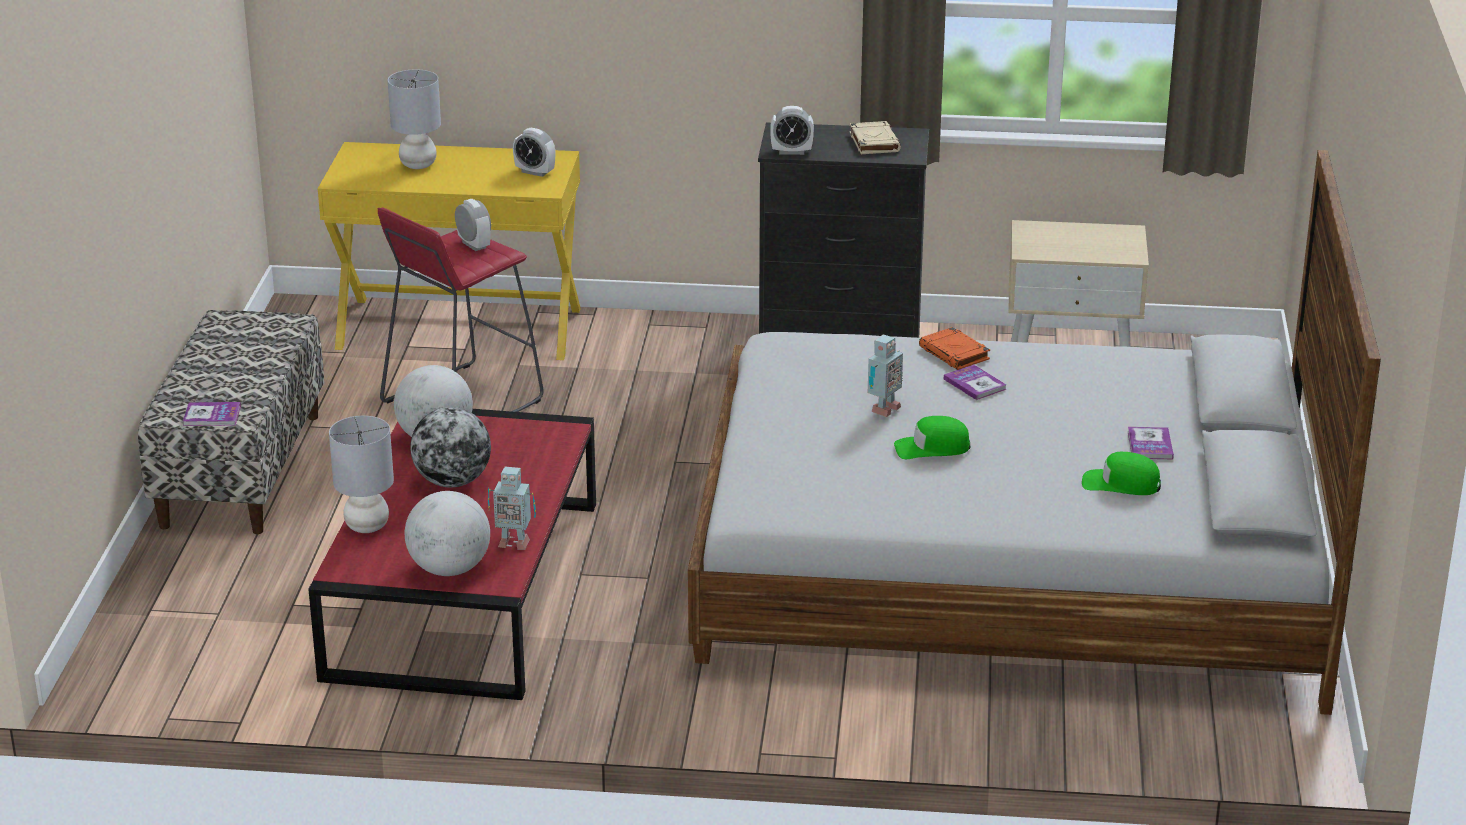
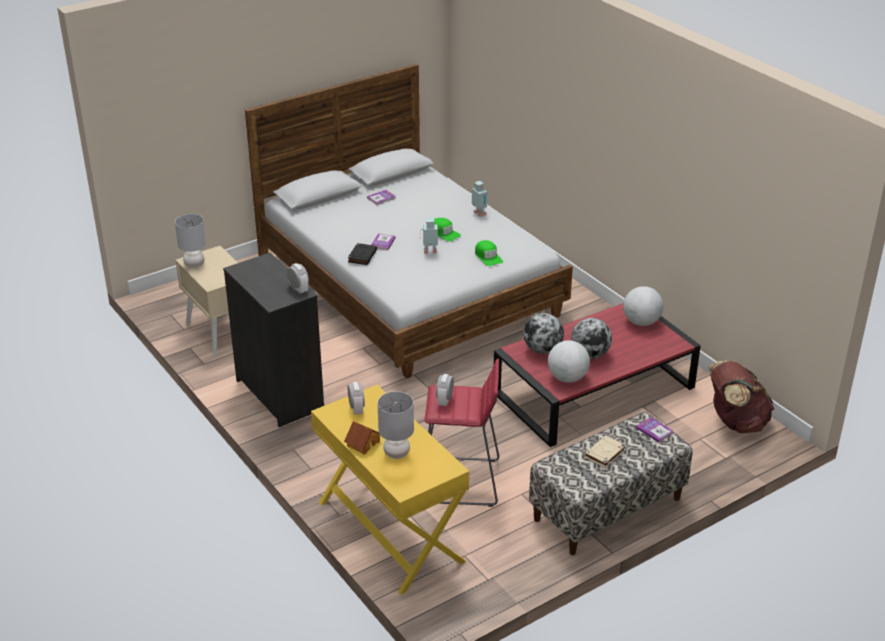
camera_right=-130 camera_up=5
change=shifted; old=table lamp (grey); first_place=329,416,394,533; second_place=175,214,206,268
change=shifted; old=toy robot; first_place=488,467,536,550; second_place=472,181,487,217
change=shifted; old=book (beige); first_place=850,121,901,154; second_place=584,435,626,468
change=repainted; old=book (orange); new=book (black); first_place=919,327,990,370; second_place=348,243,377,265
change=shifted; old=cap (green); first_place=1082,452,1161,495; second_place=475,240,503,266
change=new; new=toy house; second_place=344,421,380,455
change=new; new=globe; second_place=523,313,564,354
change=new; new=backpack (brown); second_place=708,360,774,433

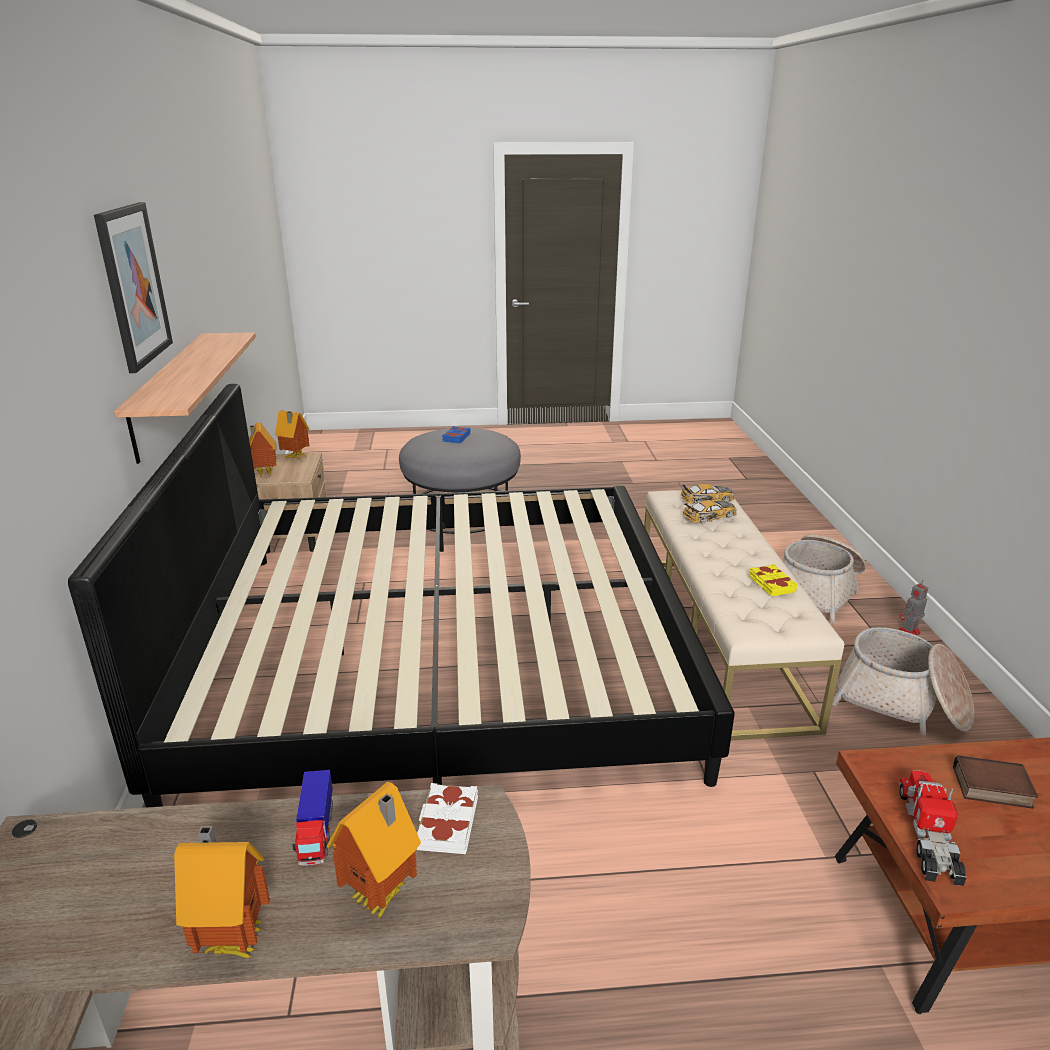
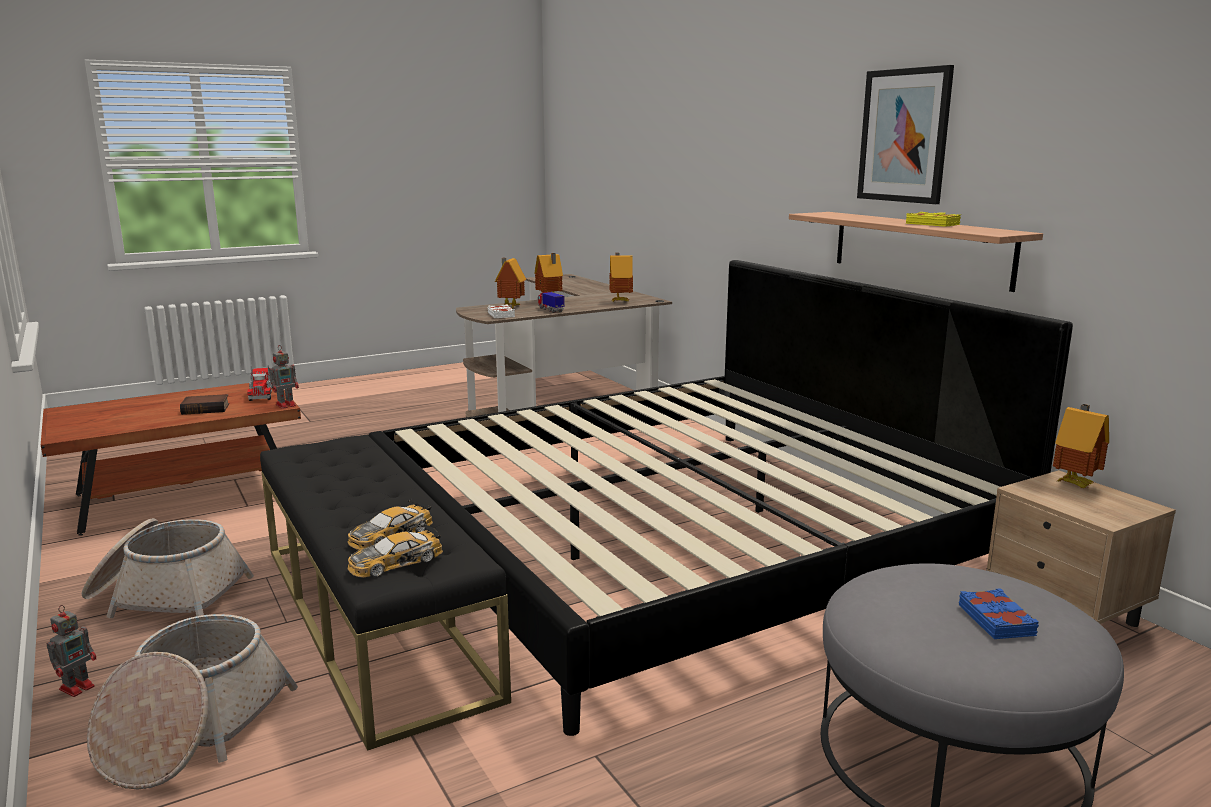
camera_right=155 camera_up=-10
change=shifted; old=toy house; first_place=275,410,310,460; second_place=609,253,633,302
change=repainted; old=bench (beige); new=bench (black); first_place=644,490,844,740; second_place=260,435,511,751
change=shifted; old=book (yellow); first_place=749,564,797,597; second_place=906,212,961,227
change=new; new=toy robot; second_place=269,346,299,409

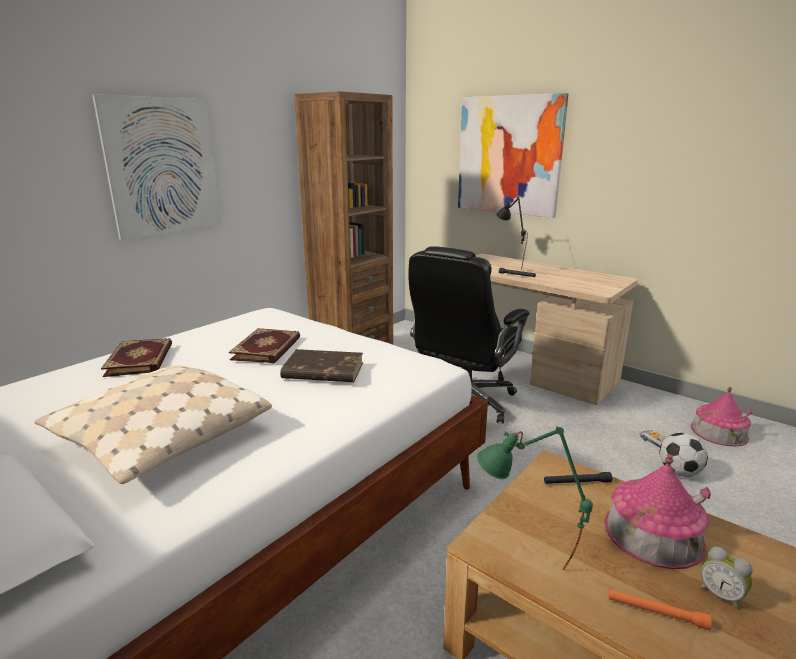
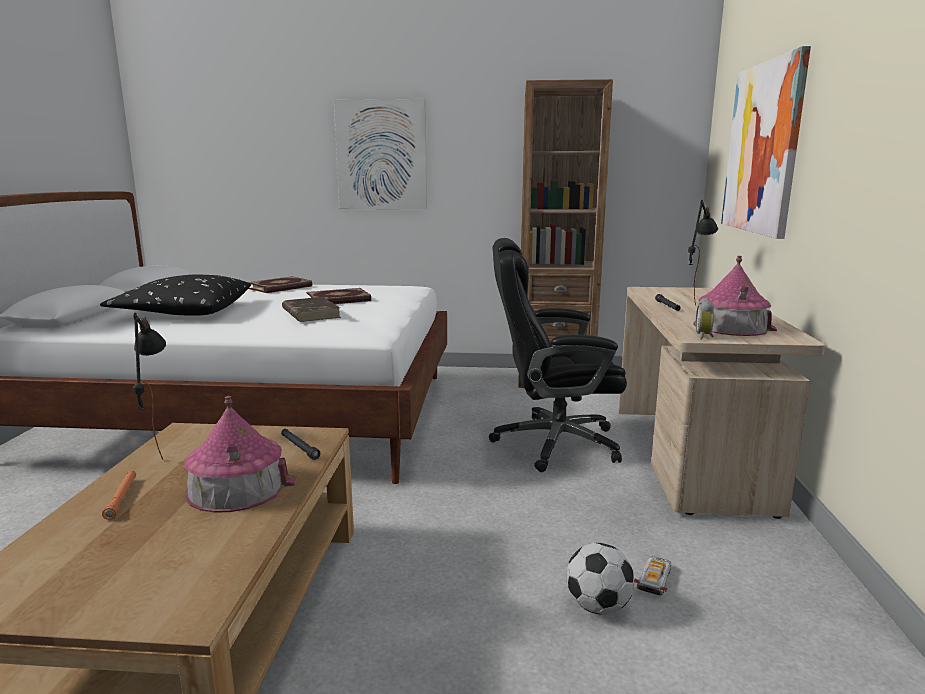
camera_right=55 camera_up=-5
change=repainted; old=pillow (beige); new=pillow (black); first_place=34,365,272,484; second_place=100,275,251,316
change=repainted; old=table lamp (green); new=table lamp (black); first_place=477,426,593,570; second_place=133,313,166,460
change=shifted; old=toy house; first_place=691,387,752,447; second_place=693,256,777,336
change=shifted; old=alarm clock; first_place=700,547,753,610; second_place=696,298,714,340

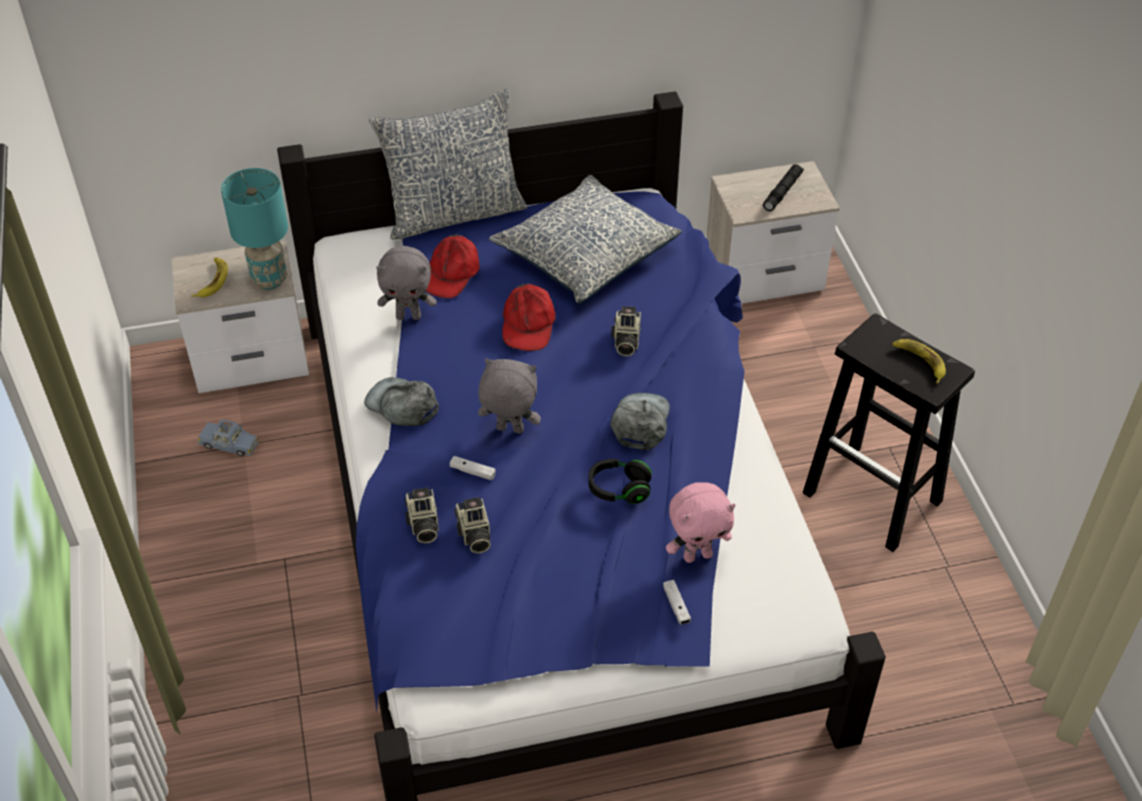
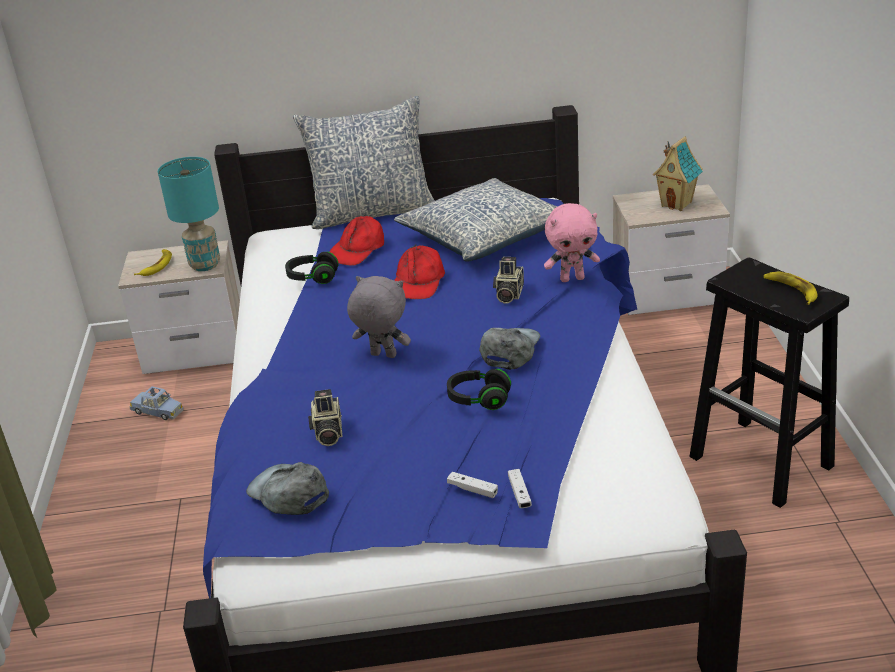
camera_right=10 camera_up=-15
change=shifted; old=cap (grey); first_place=364,377,439,426; second_place=246,462,329,515
change=swapped; old=plush toy (grey); new=headphones (black); first_place=376,246,437,320; second_place=285,252,339,284
change=gone; old=photo camera; first_place=405,488,439,543
change=shifted; old=game controller (white); first_place=450,456,495,480; second_place=447,472,498,498
change=shifted; old=plush toy (pink); first_place=666,482,736,563; second_place=544,203,600,282
change=swapped; old=flashlight (black); new=toy house; first_place=763,164,804,211; second_place=653,137,703,211

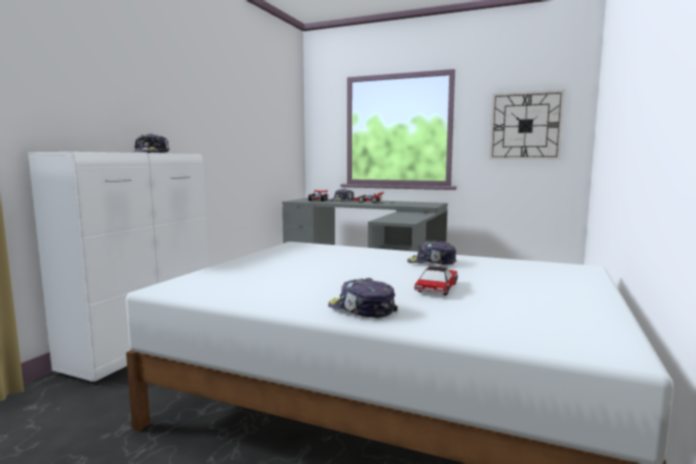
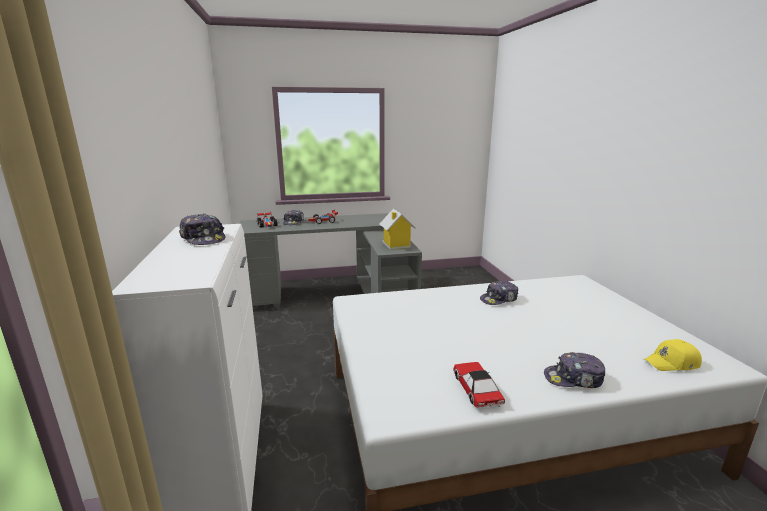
camera_right=-35 camera_up=10
change=shifted; old=toy car; first_place=414,267,458,295; second_place=453,362,505,408
change=gone; old=wall clock; first_place=489,90,565,160
change=new; new=toy house; second_place=380,209,415,250
change=new; new=cap (yellow); second_place=644,339,702,371

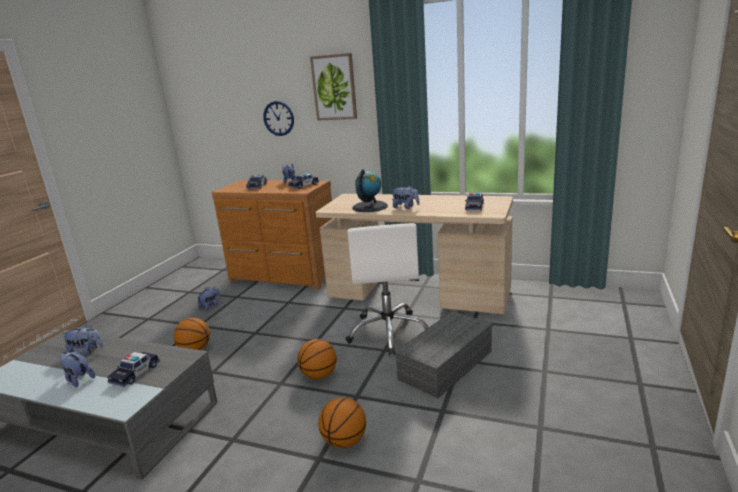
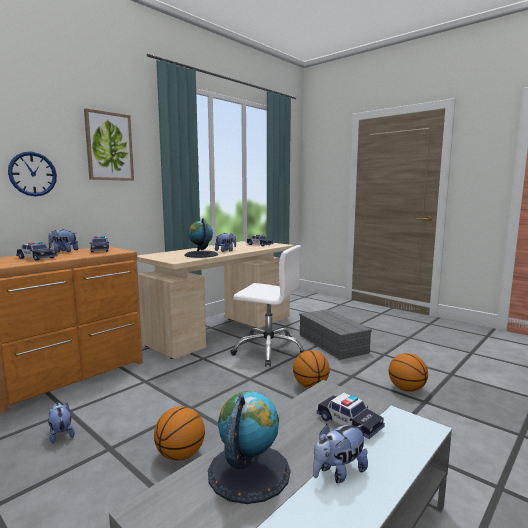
camera_right=-70 camera_up=-10
change=swapped; old=plush toy; new=globe; first_place=63,324,104,355; second_place=208,391,290,504

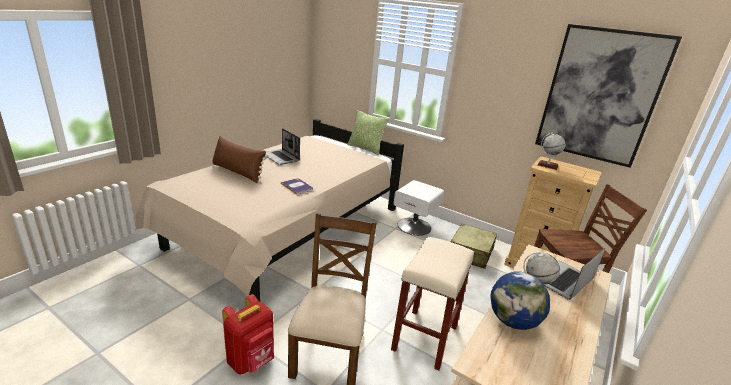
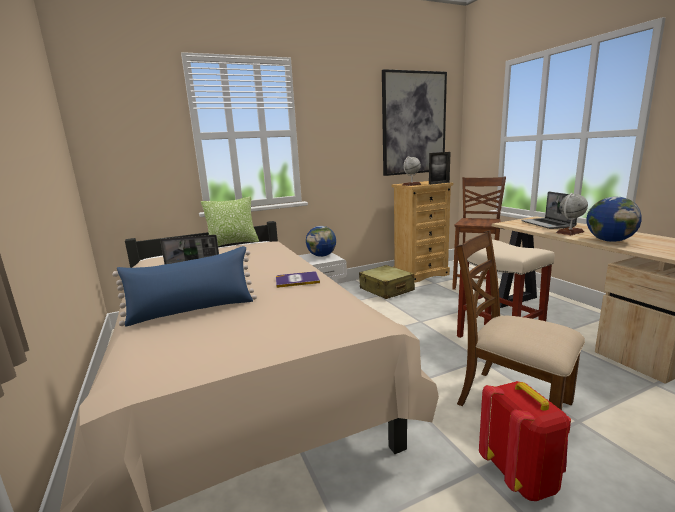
camera_right=-55 camera_up=-10
change=repainted; old=pillow (brown); new=pillow (blue); first_place=212,136,268,183; second_place=112,246,257,326
change=new; new=globe; second_place=306,226,336,257
change=new; new=picture frame; second_place=429,152,450,185

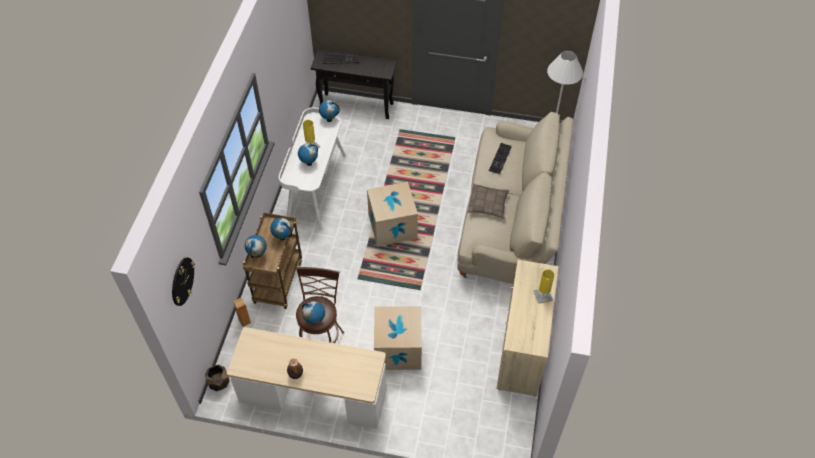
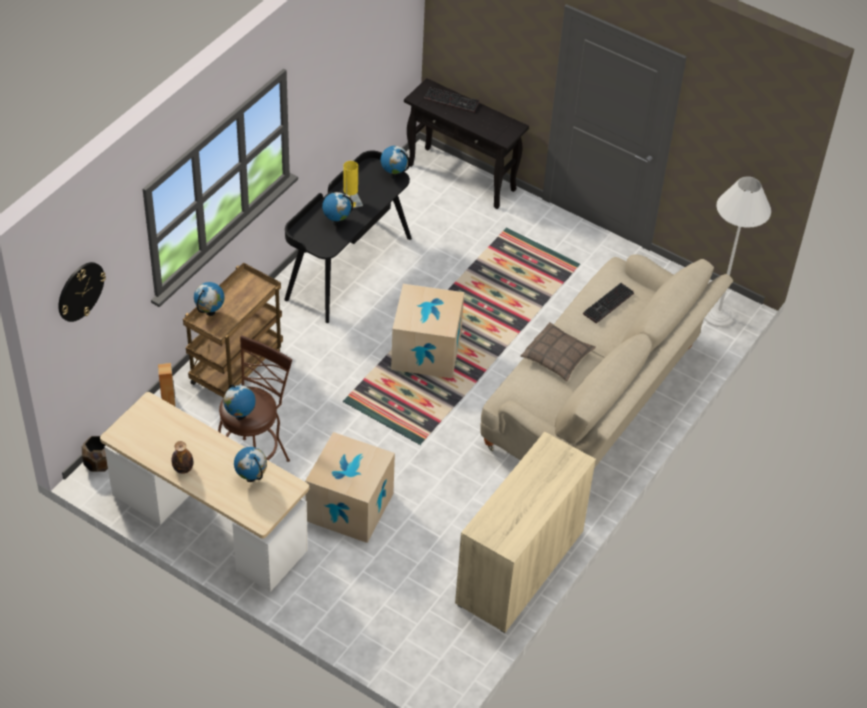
camera_right=20 camera_up=-5
change=shifted; old=globe; first_place=270,218,292,240; second_place=234,447,267,482
change=repainted; old=desk (white); new=desk (black); first_place=279,107,346,230; second_place=284,151,412,323
change=gone; old=table lamp (yellow); first_place=534,269,554,304

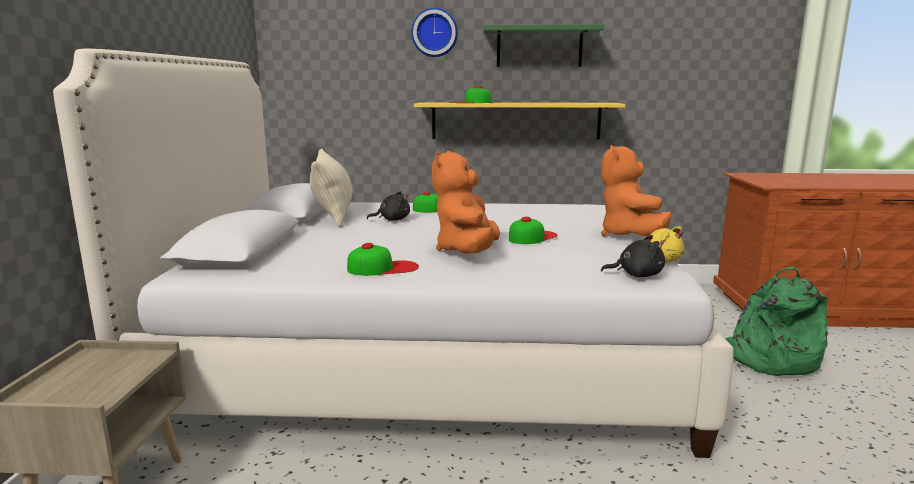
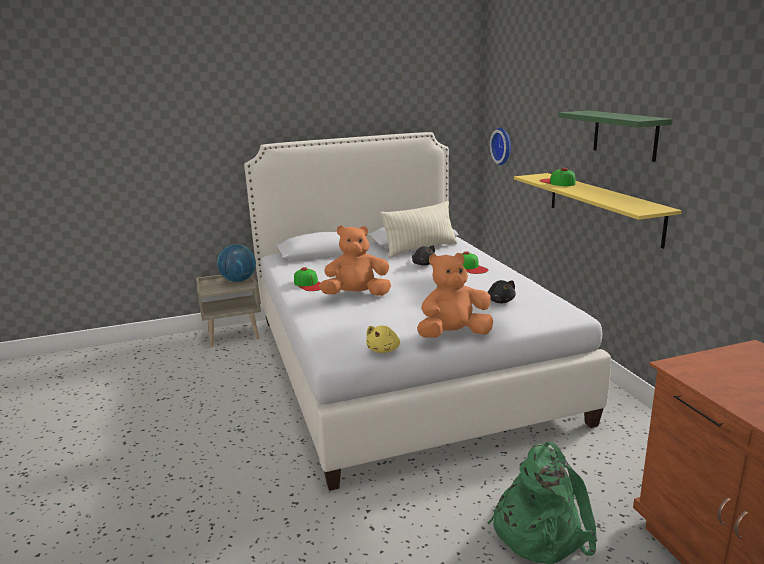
camera_right=70 camera_up=5
change=shifted; old=wall clock; first_place=411,8,458,57; second_place=490,128,511,165
change=gone; old=cap; first_place=509,217,558,244
change=shifted; old=plush toy (black); first_place=601,235,665,277; second_place=487,280,516,303
change=new; new=globe; second_place=217,244,256,282

